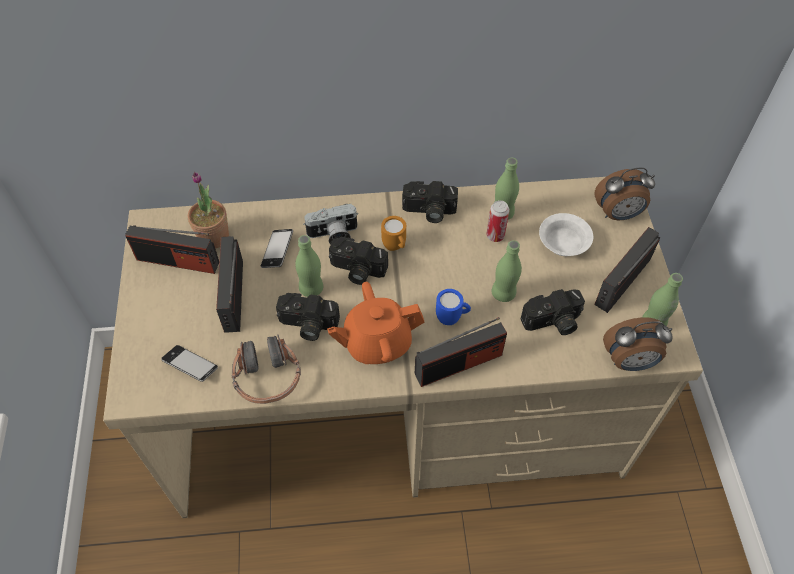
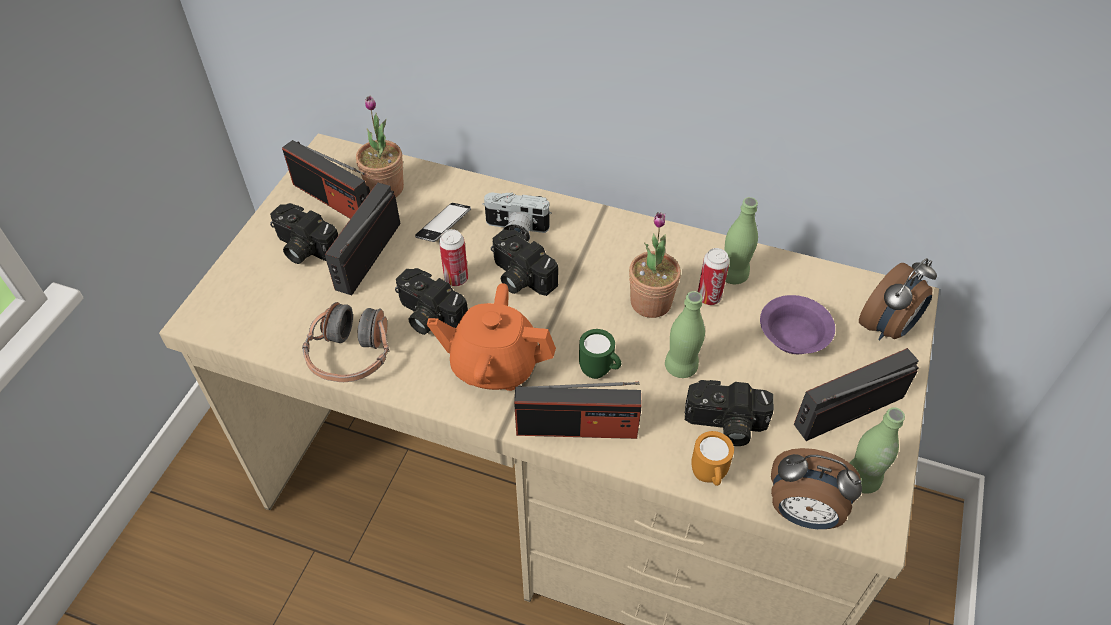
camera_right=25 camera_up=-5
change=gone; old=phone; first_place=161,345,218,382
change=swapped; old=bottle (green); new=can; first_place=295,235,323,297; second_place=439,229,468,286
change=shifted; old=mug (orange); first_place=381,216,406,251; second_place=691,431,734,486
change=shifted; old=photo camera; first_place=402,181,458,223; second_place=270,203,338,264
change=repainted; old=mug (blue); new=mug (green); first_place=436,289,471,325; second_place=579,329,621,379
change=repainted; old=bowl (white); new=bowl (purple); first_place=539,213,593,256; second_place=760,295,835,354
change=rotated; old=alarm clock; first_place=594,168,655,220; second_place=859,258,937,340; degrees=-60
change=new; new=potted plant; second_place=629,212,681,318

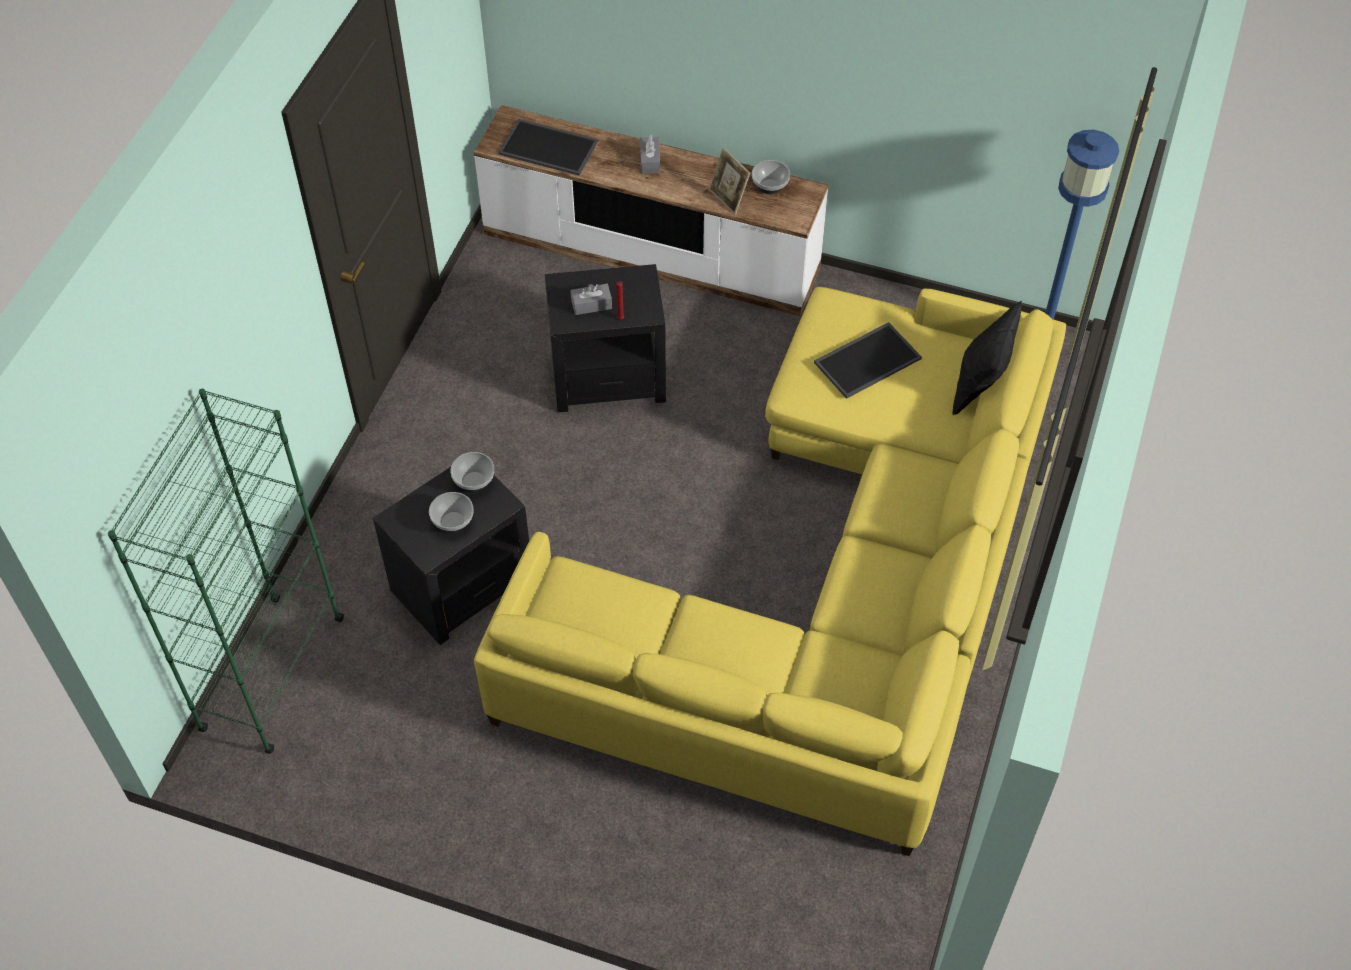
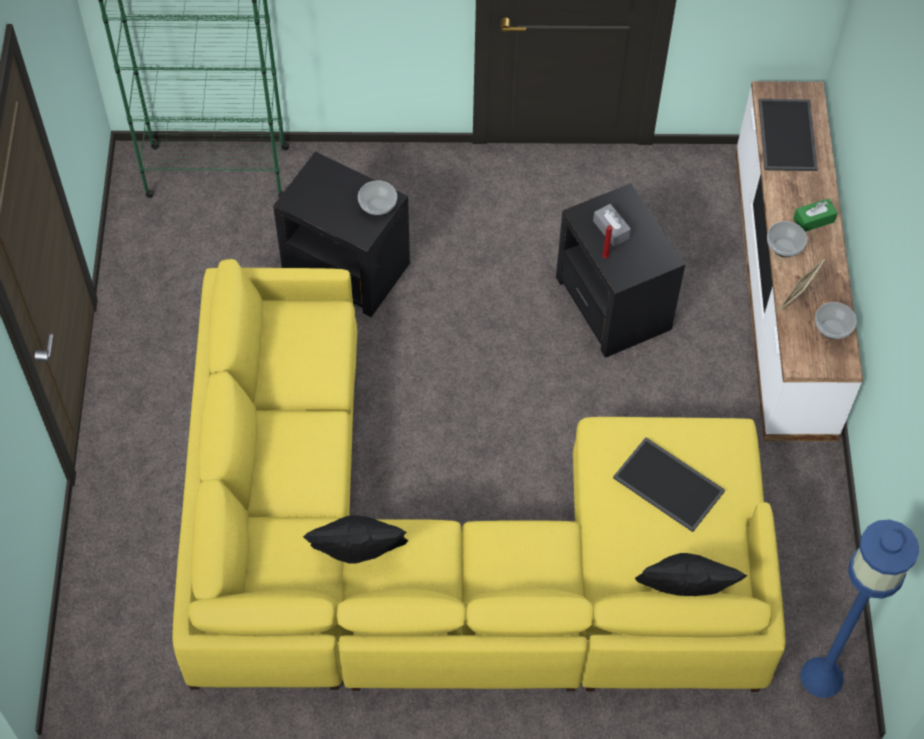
camera_right=70 camera_up=5
change=shifted; old=bowl; first_place=429,492,474,532; second_place=767,221,807,257
change=repainted; old=tissue box (grey); new=tissue box (green); first_place=640,136,660,174; second_place=793,198,837,232
change=new; new=pillow (black); second_place=303,515,408,564

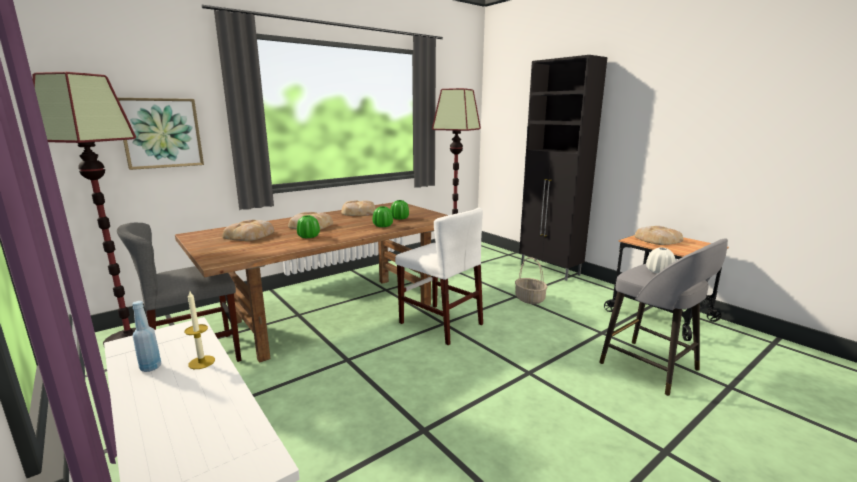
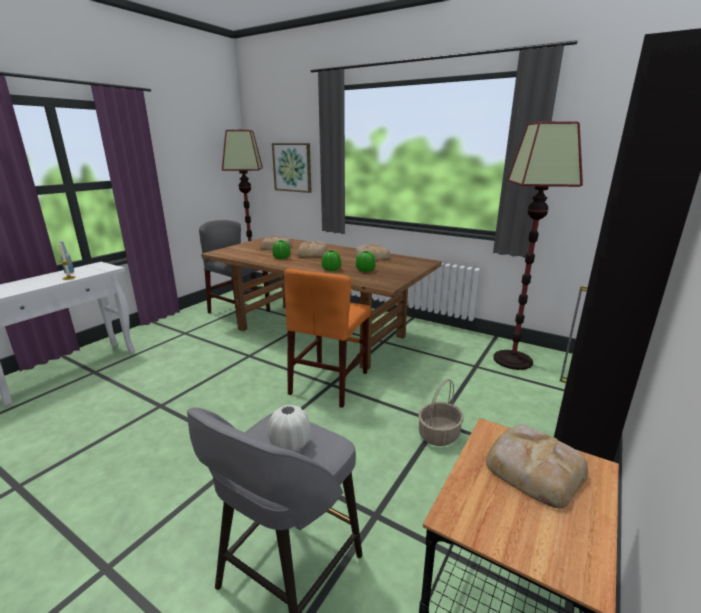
camera_right=70 camera_up=5
change=repainted; old=chair (white); new=chair (orange); first_place=395,208,483,345; second_place=284,268,371,408

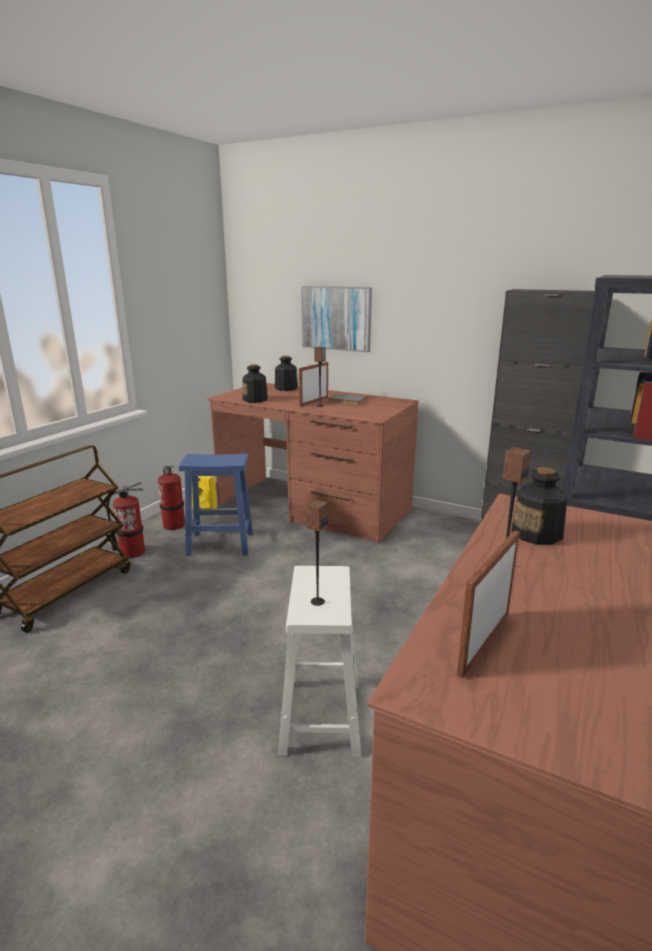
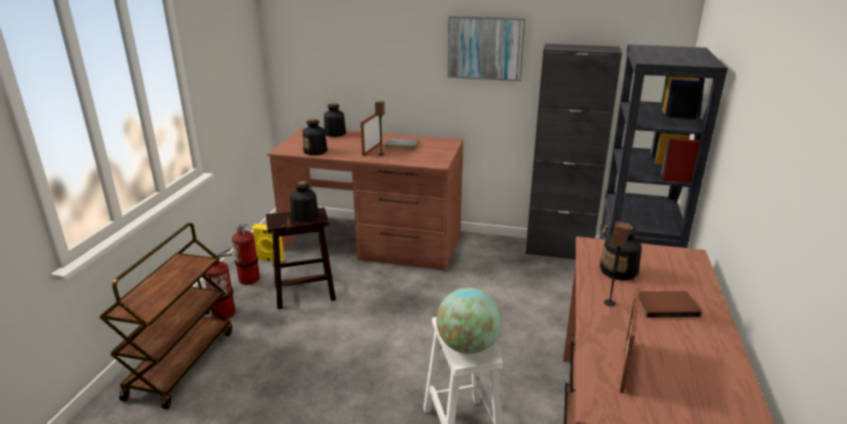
camera_right=-15 camera_up=5
change=repainted; old=stool (blue); new=stool (brown); first_place=179,454,253,556; second_place=266,207,336,309
change=shifted; old=picture; first_place=301,286,372,352; second_place=448,16,525,81
change=swapped; old=speaker; new=globe; first_place=306,499,328,606; second_place=436,288,502,354
change=new; new=bottle; second_place=290,181,319,222
change=new; new=book (brown); second_place=638,291,702,318

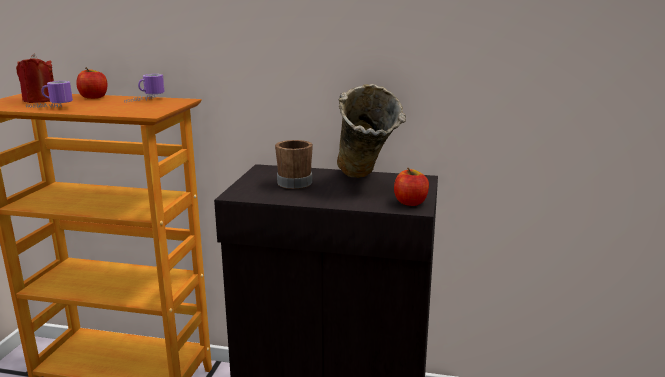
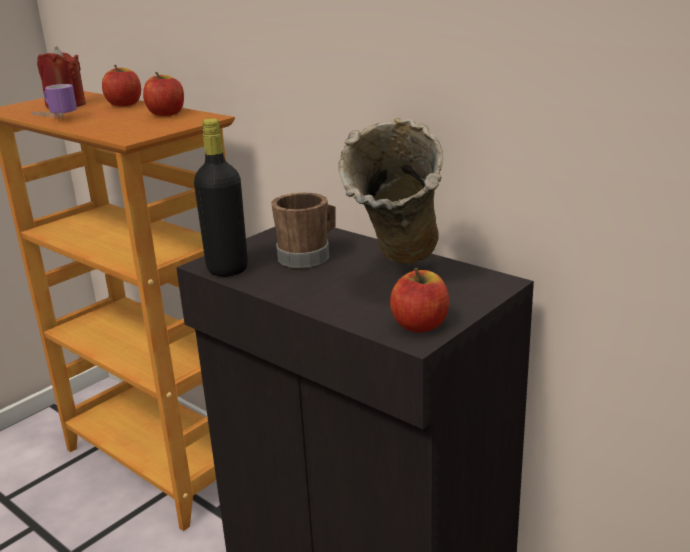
camera_right=30 camera_up=5
change=swapped; old=mug; new=apple; first_place=124,74,165,102; second_place=143,72,184,116
change=new; new=bottle (black); second_place=194,118,248,277

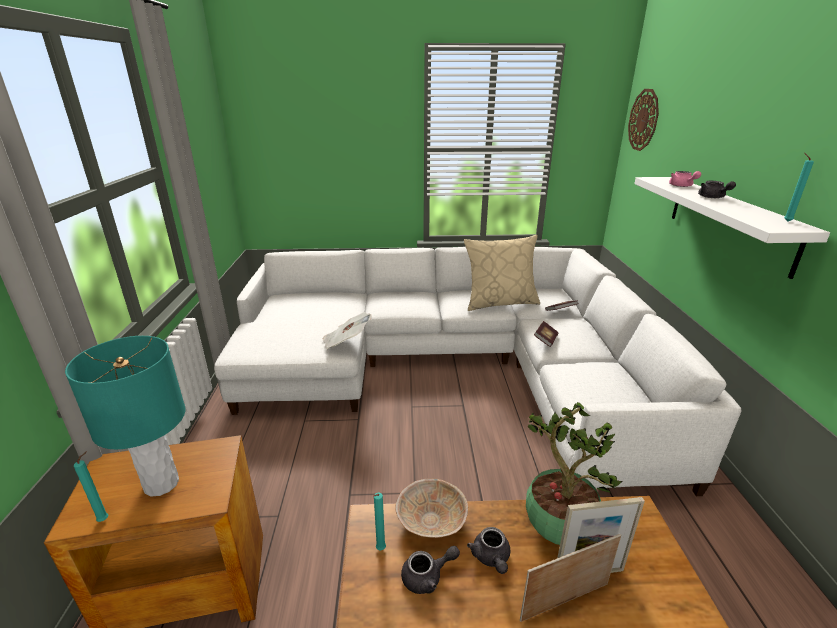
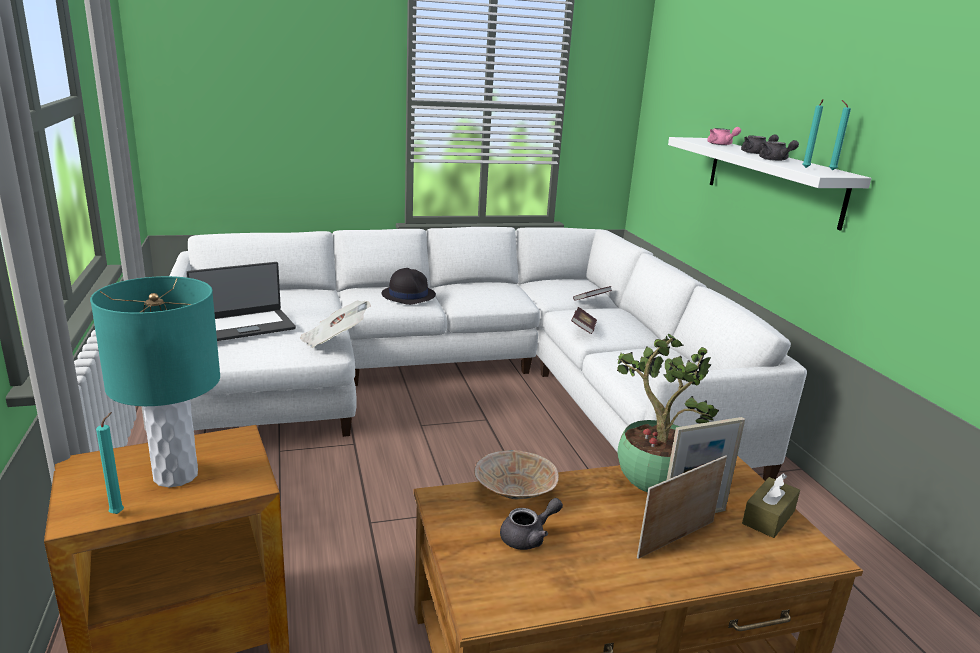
camera_right=-15 camera_up=-5
change=shifted; old=candle (turquoise); first_place=373,492,386,551; second_place=803,99,823,168
change=gone; old=pillow (beige); first_place=464,235,540,311
change=shifted; old=teapot (grey); first_place=467,527,511,574; second_place=759,140,799,161
change=gone; old=wall clock; first_place=628,89,659,151
change=new; new=laptop; second_place=186,262,296,341
change=new; new=hat (black); second_place=381,268,436,305
change=new; new=tissue box (brown); second_place=742,473,800,538

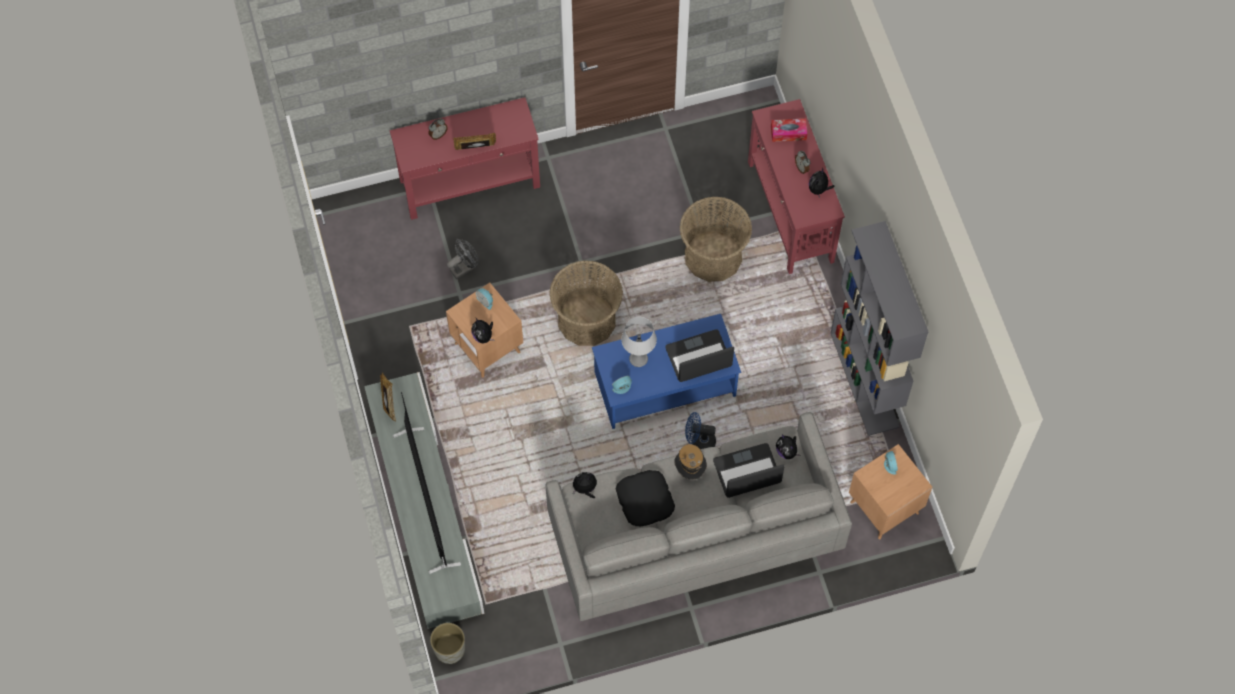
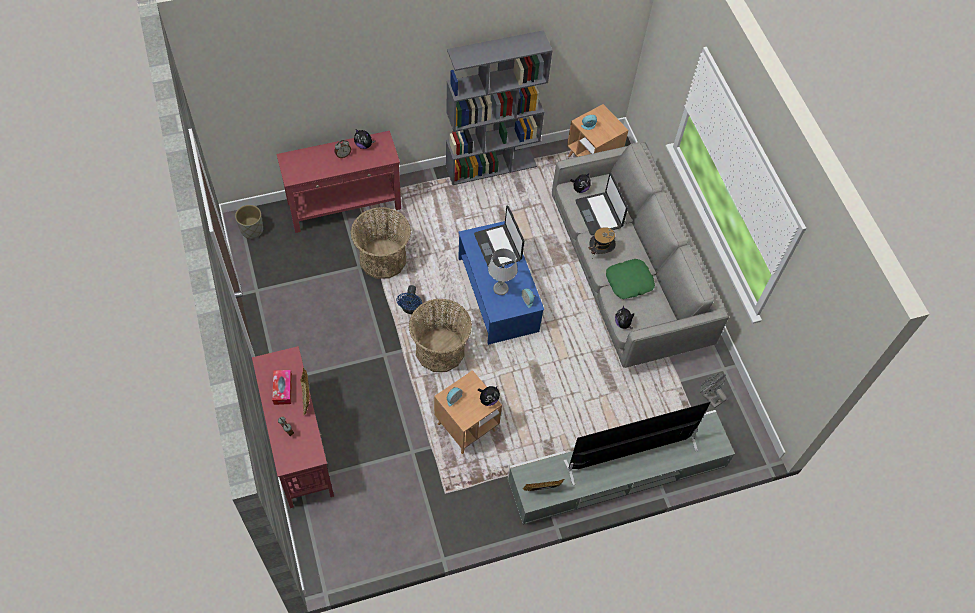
camera_right=-95 camera_up=-5
change=shifted; old=planter (grey); first_place=430,623,465,664; second_place=235,205,263,239
change=shifted; old=fan (grey); first_place=447,239,479,279; second_place=700,373,727,408
change=repainted; old=pillow (black); new=pillow (green); first_place=616,470,675,526; second_place=606,259,655,299
change=shifted; old=fan (blue); first_place=685,412,716,449; second_place=396,285,422,314
change=shifted; old=tissue box; first_place=771,119,807,142; second_place=272,370,292,405

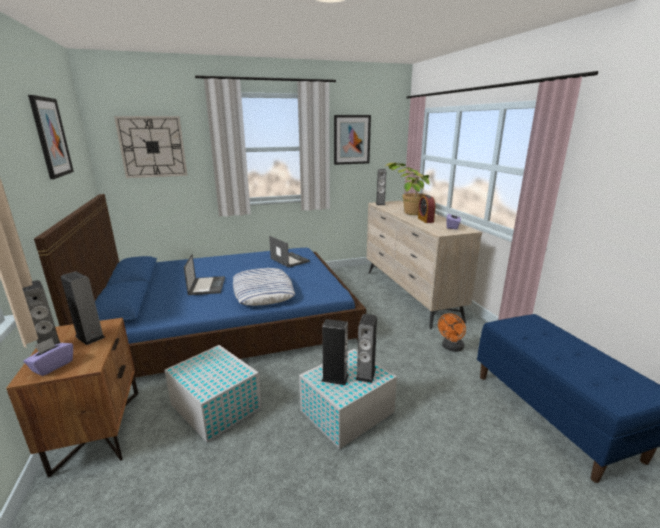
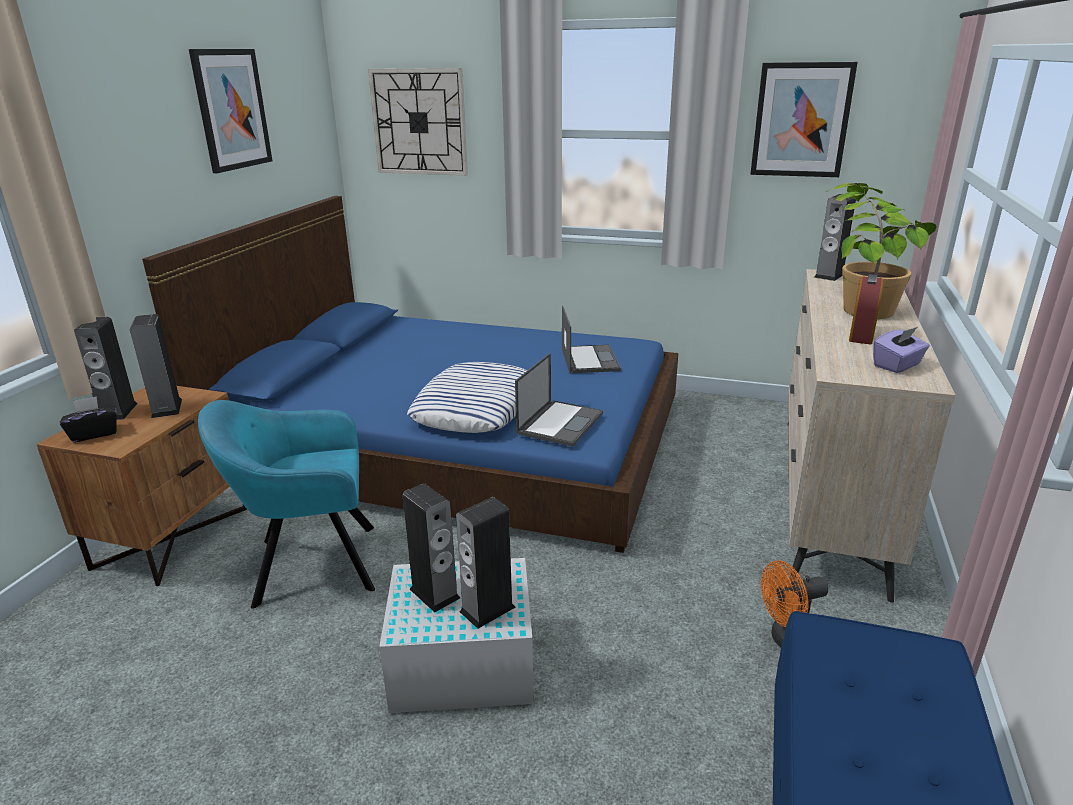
camera_right=35 camera_up=5
change=repainted; old=tissue box (purple); new=tissue box (black); first_place=23,338,73,376; second_place=60,396,117,442
change=swapped; old=storage box (white); new=armchair (turquoise); first_place=165,345,262,443; second_place=198,400,375,609
change=shifted; old=laptop; first_place=184,254,225,295; second_place=515,353,603,447

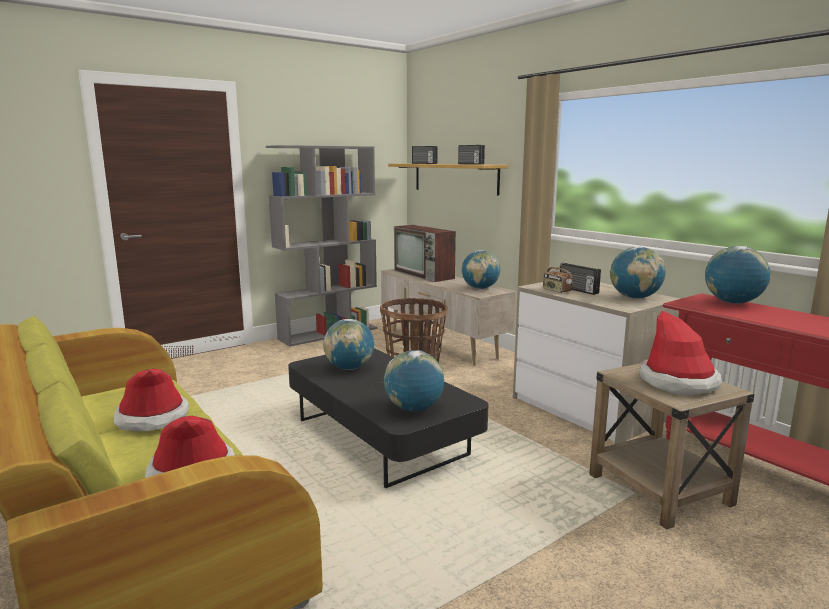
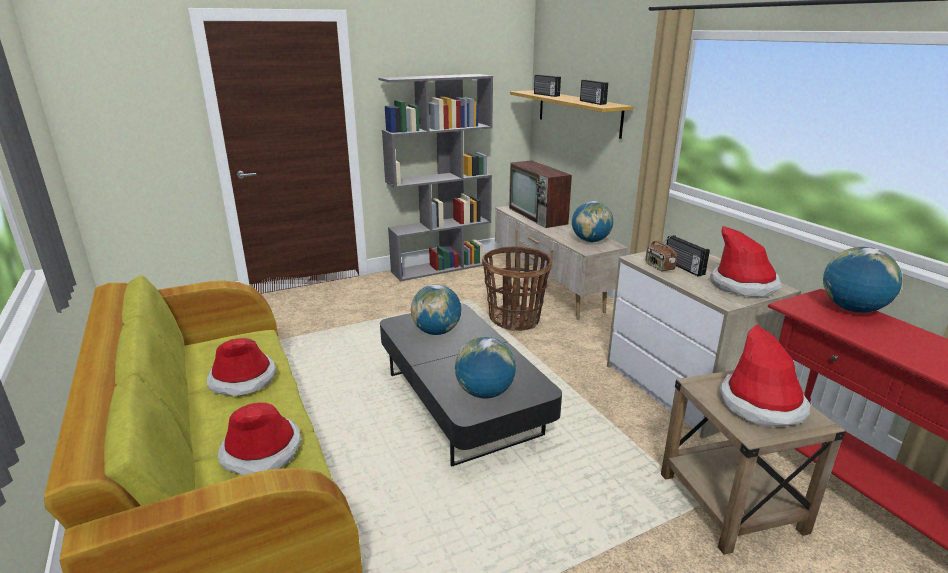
camera_right=10 camera_up=10
change=swapped; old=globe; new=hat; first_place=610,247,665,299; second_place=710,226,782,298

